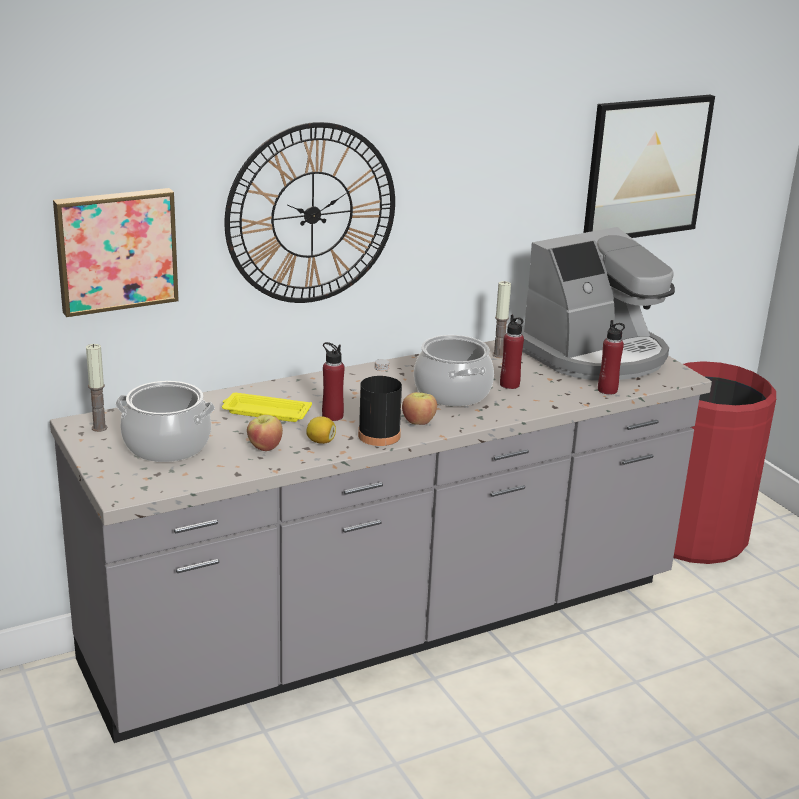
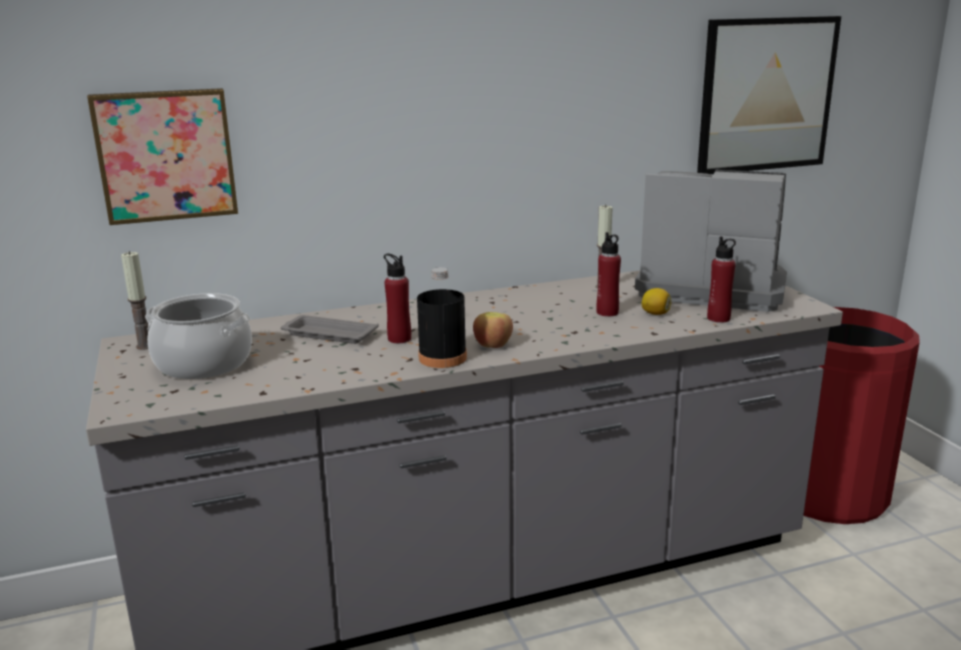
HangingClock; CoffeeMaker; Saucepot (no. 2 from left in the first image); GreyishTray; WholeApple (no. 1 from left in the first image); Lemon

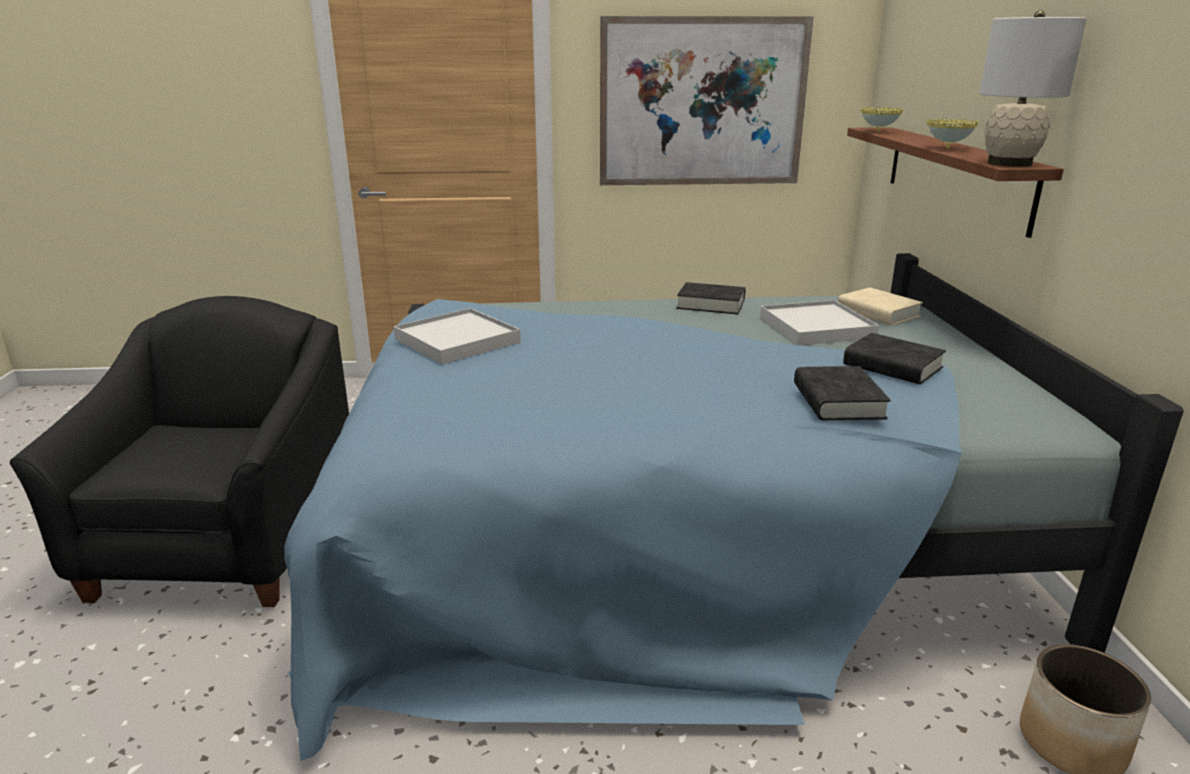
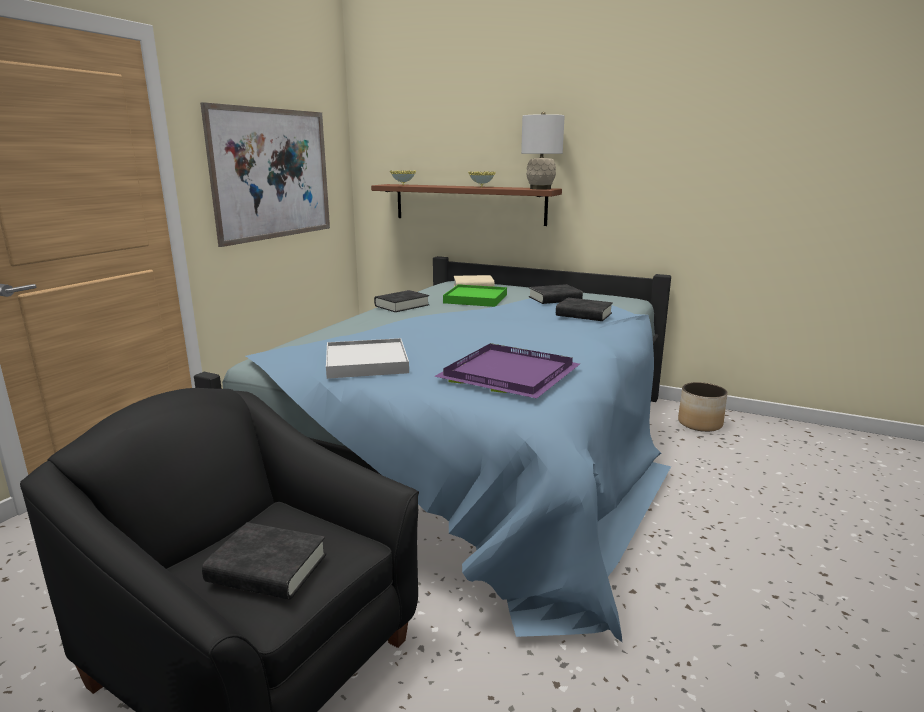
GreenColouredTray; PurplishTray; BlackishVolume (no. 1 from left)

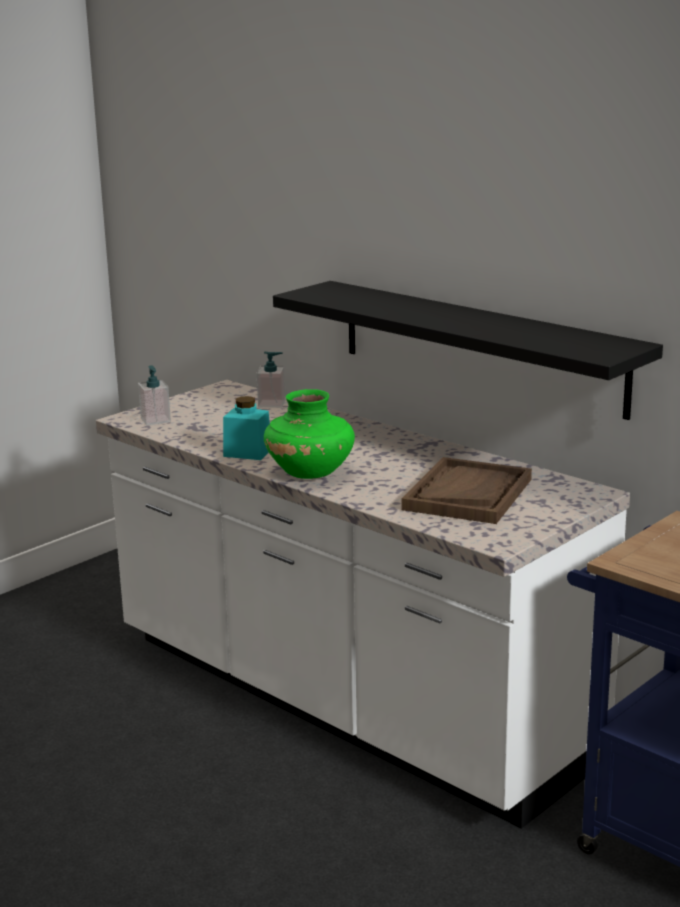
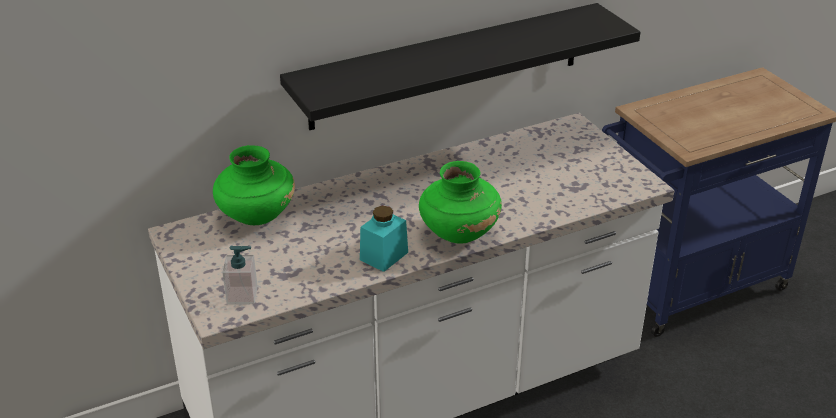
GreenColouredFlowerVase (no. 1 from left); BrownColouredTray

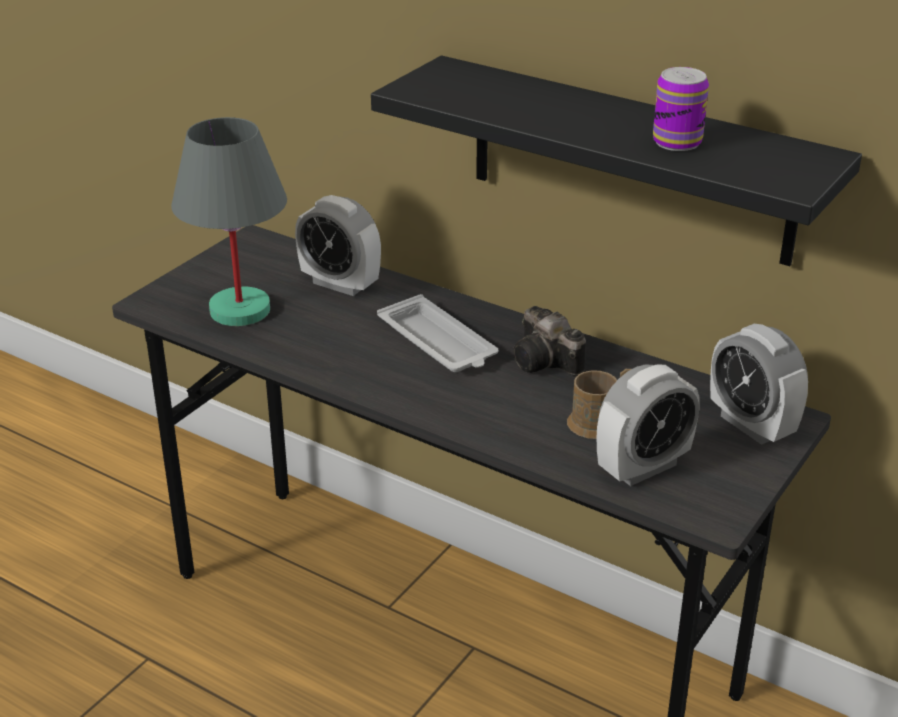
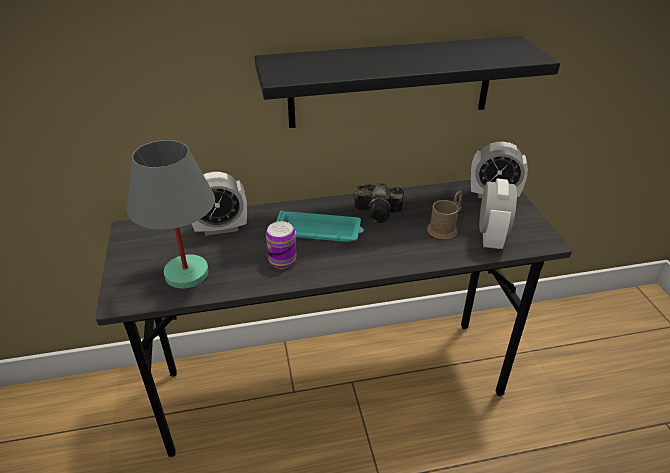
SealedCan; BlueGreenTray

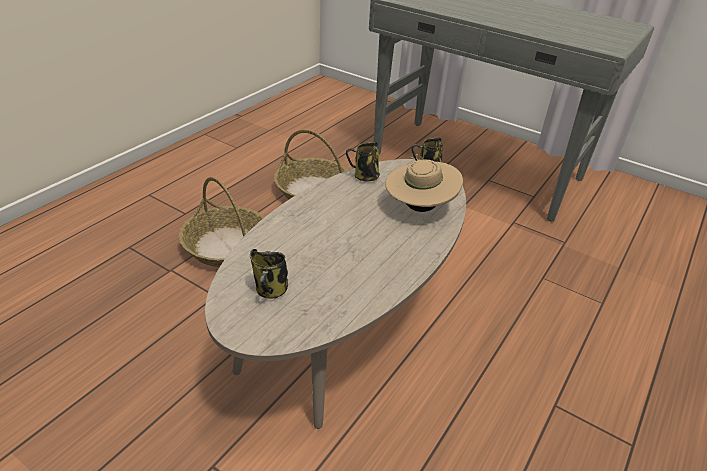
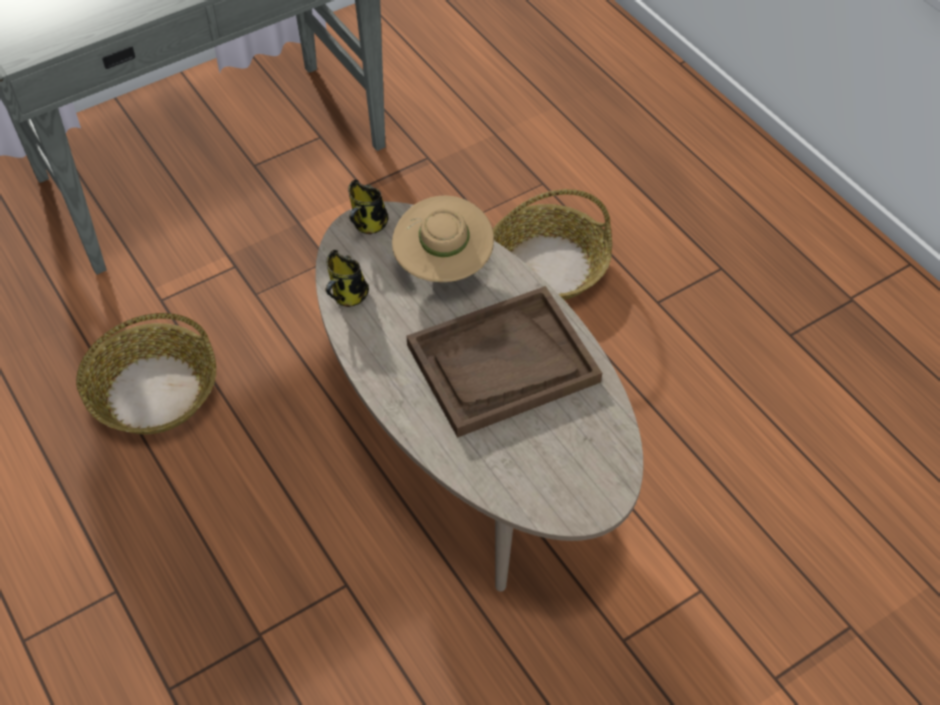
StorageBasket (no. 2 from left); TeaMug (no. 1 from left in the first image); BrownColouredTray

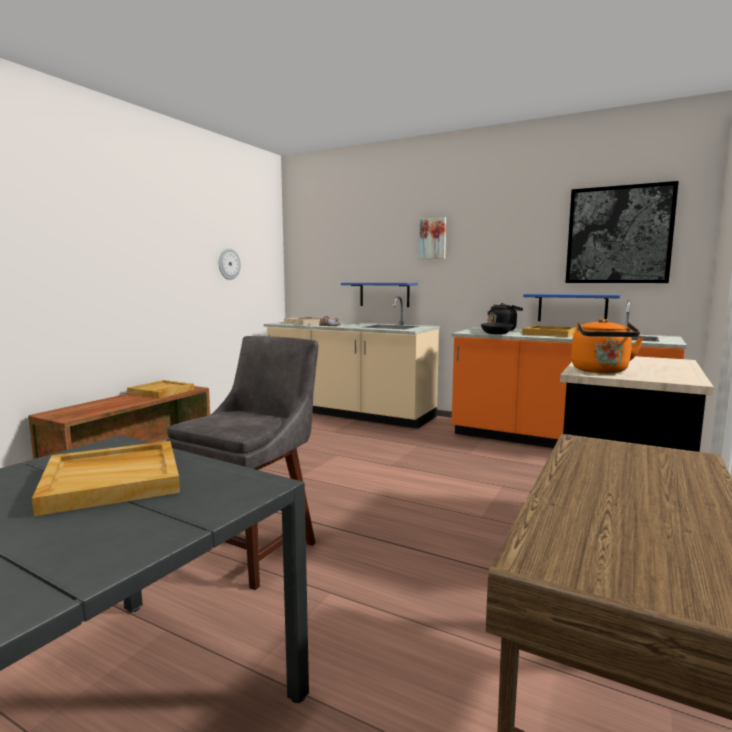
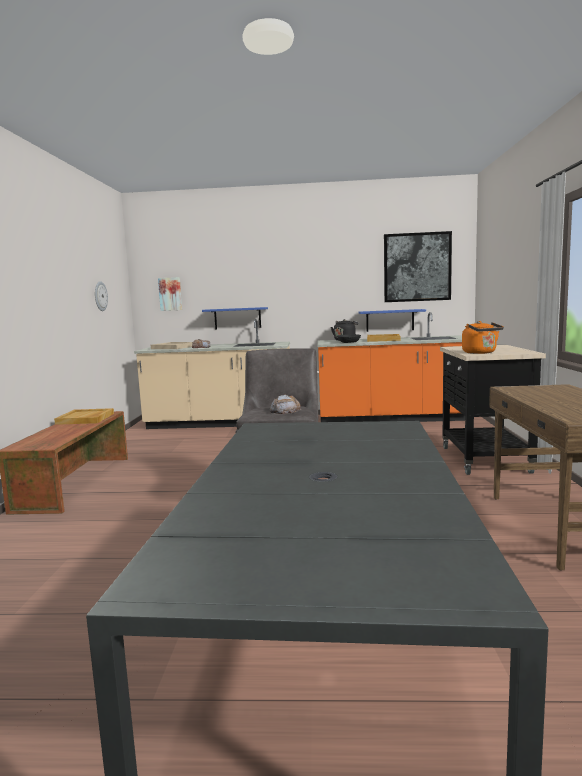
WallArt (no. 1 from left); SandColouredTray (no. 1 from left in the first image); Bread (no. 2 from left)

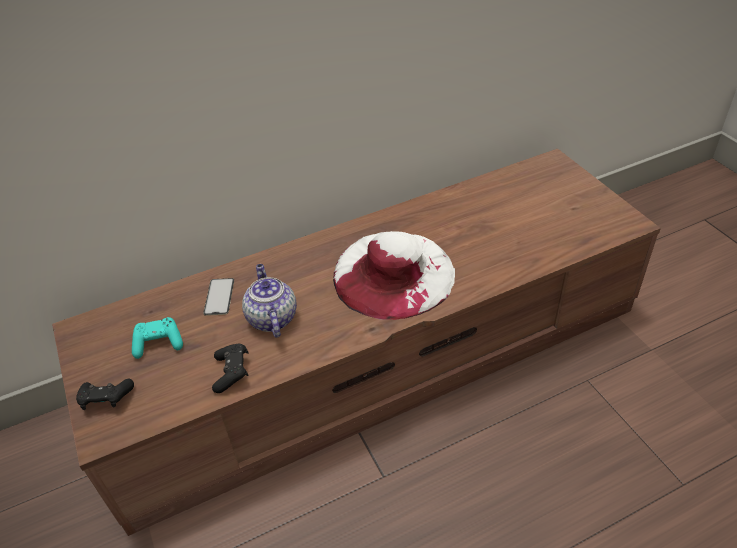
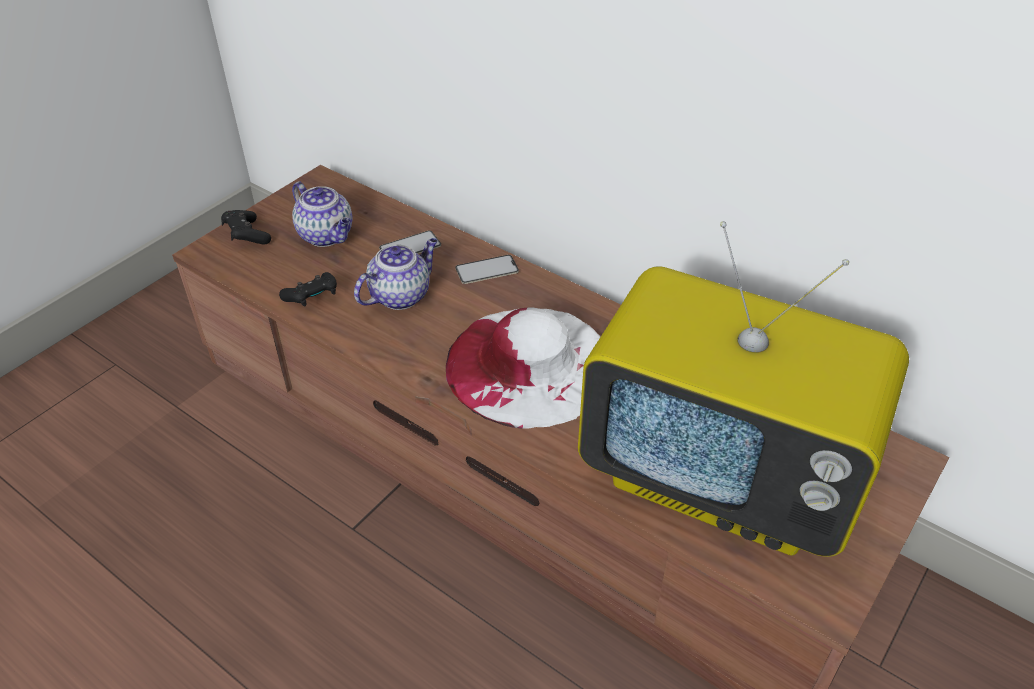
PotForTea (no. 1 from left); TvSet; Telephone (no. 2 from left)

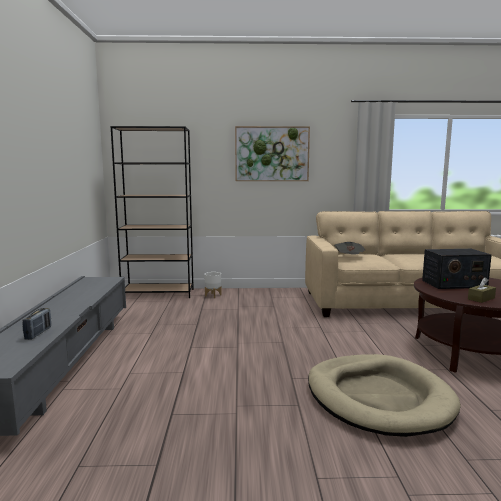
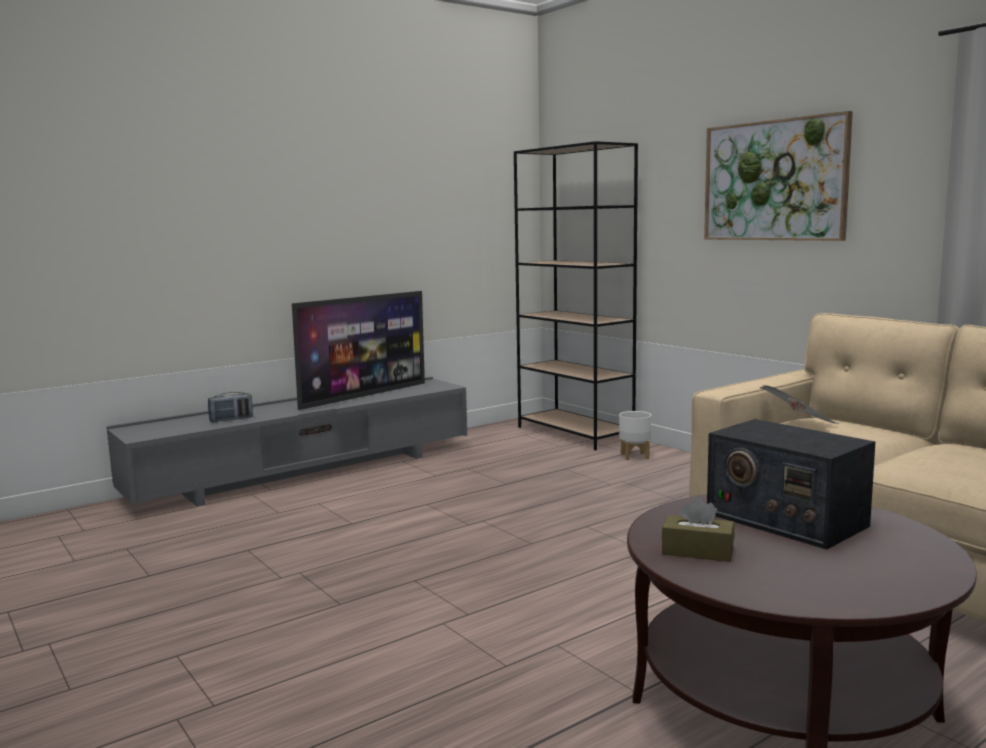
SandColouredDogCushion; TvSet

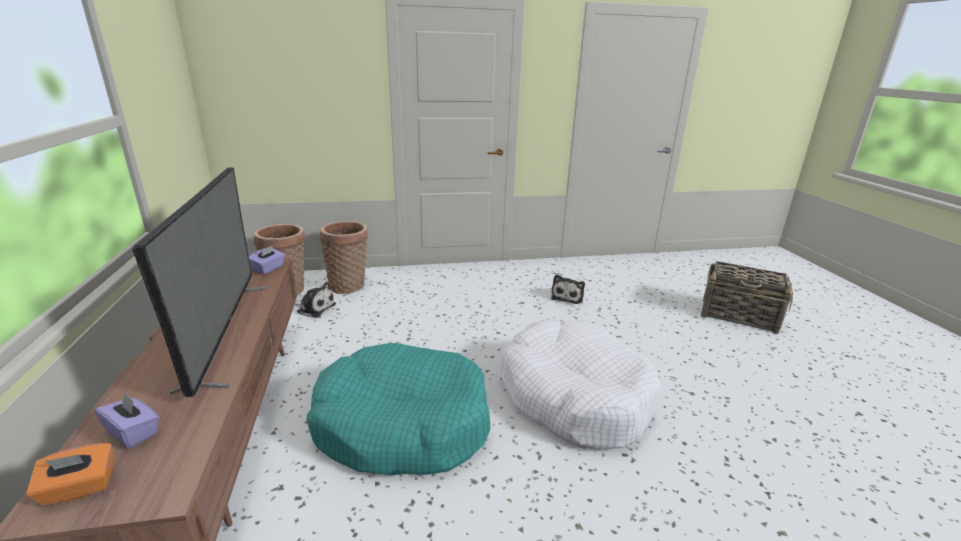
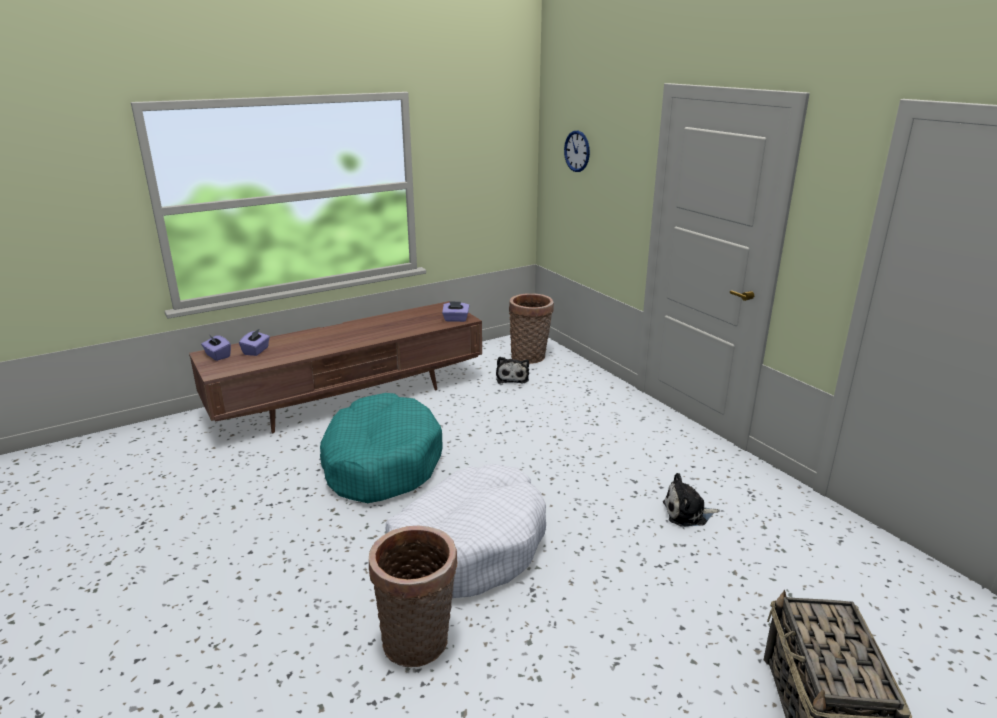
TvSet; StorageBasket (no. 1 from left); PurplishTissueHolder (no. 1 from left); HangingClock

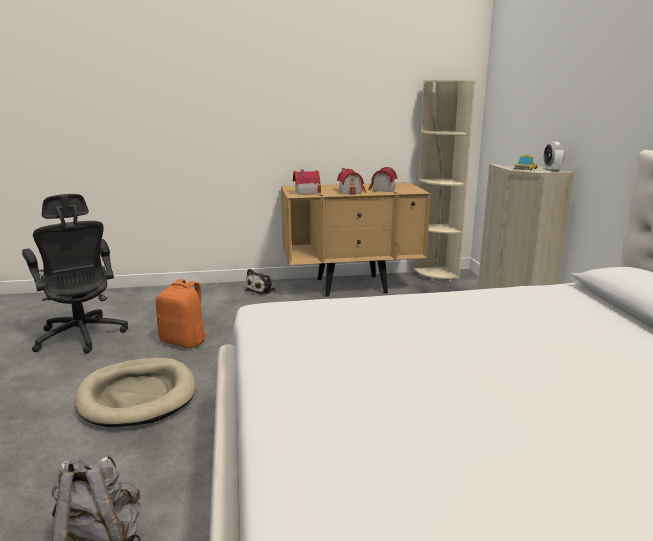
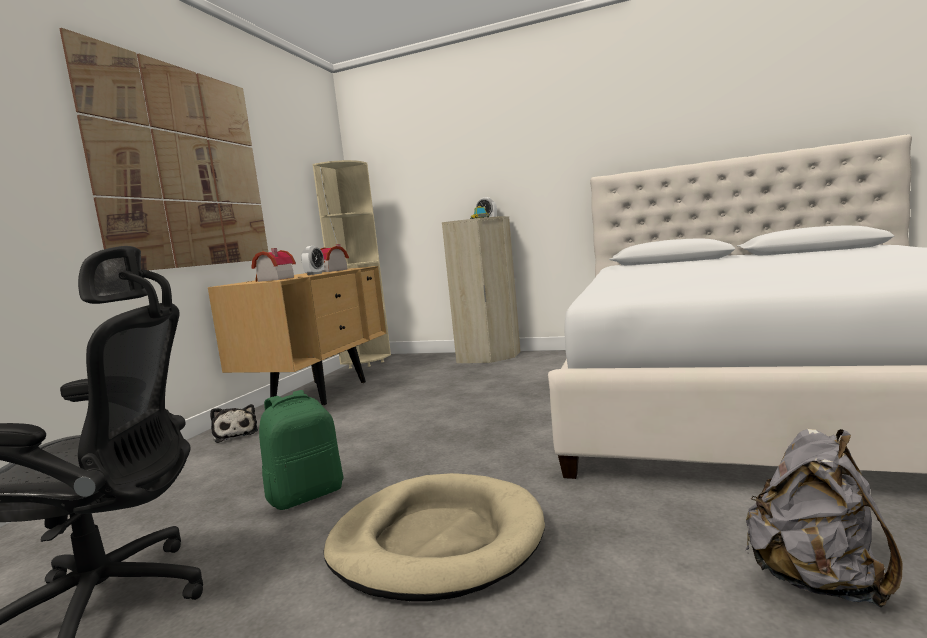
AlarmClock (no. 1 from left); GreenColouredRucksack; WallArt

